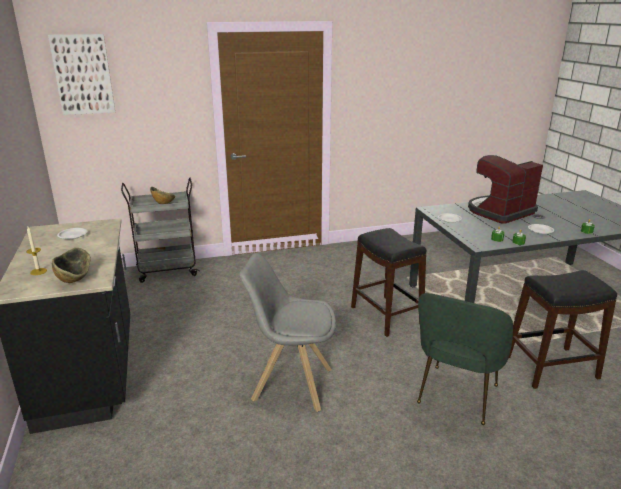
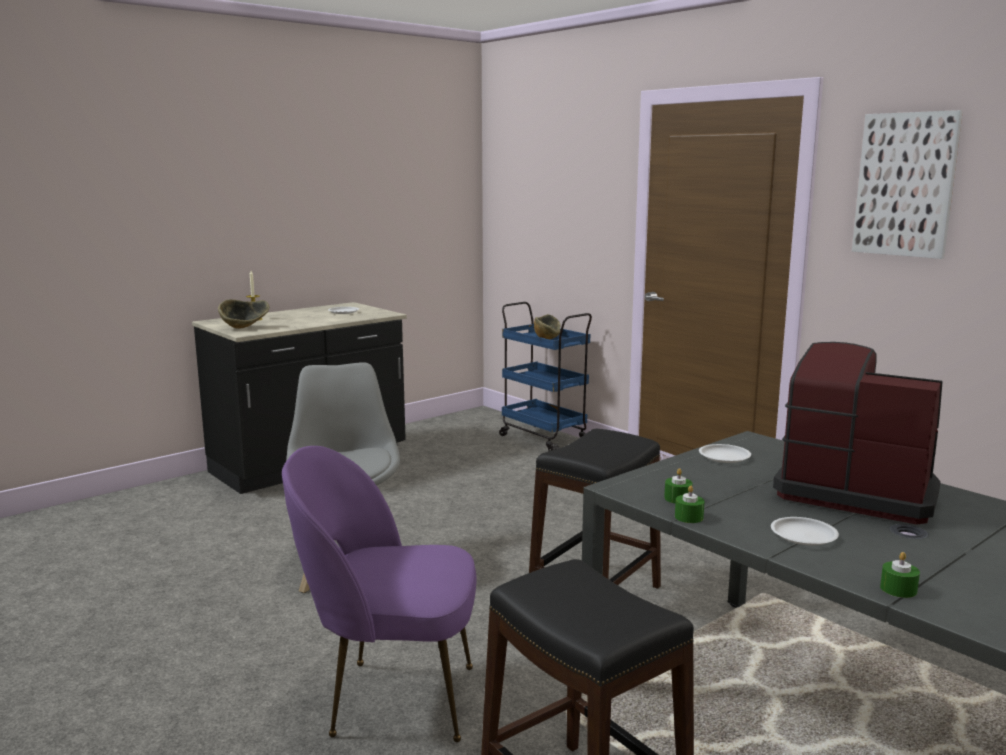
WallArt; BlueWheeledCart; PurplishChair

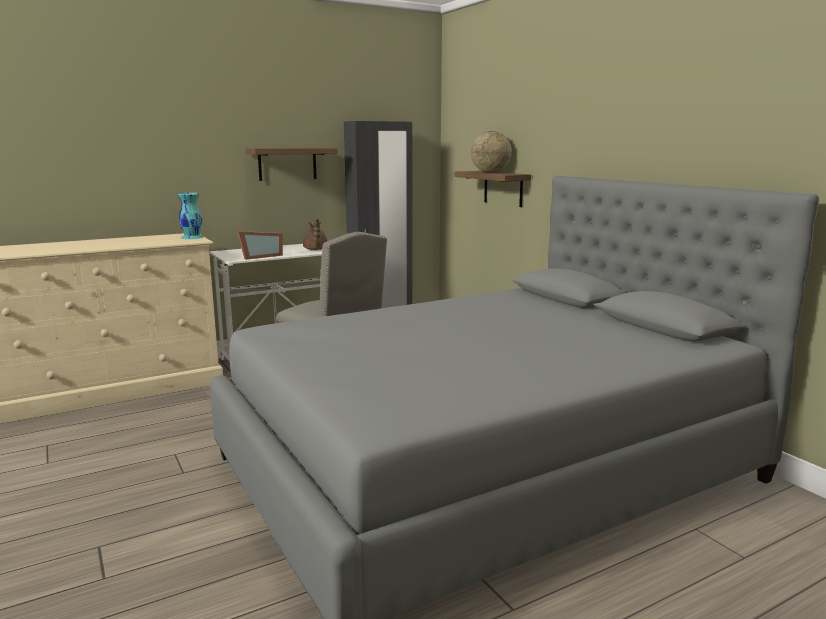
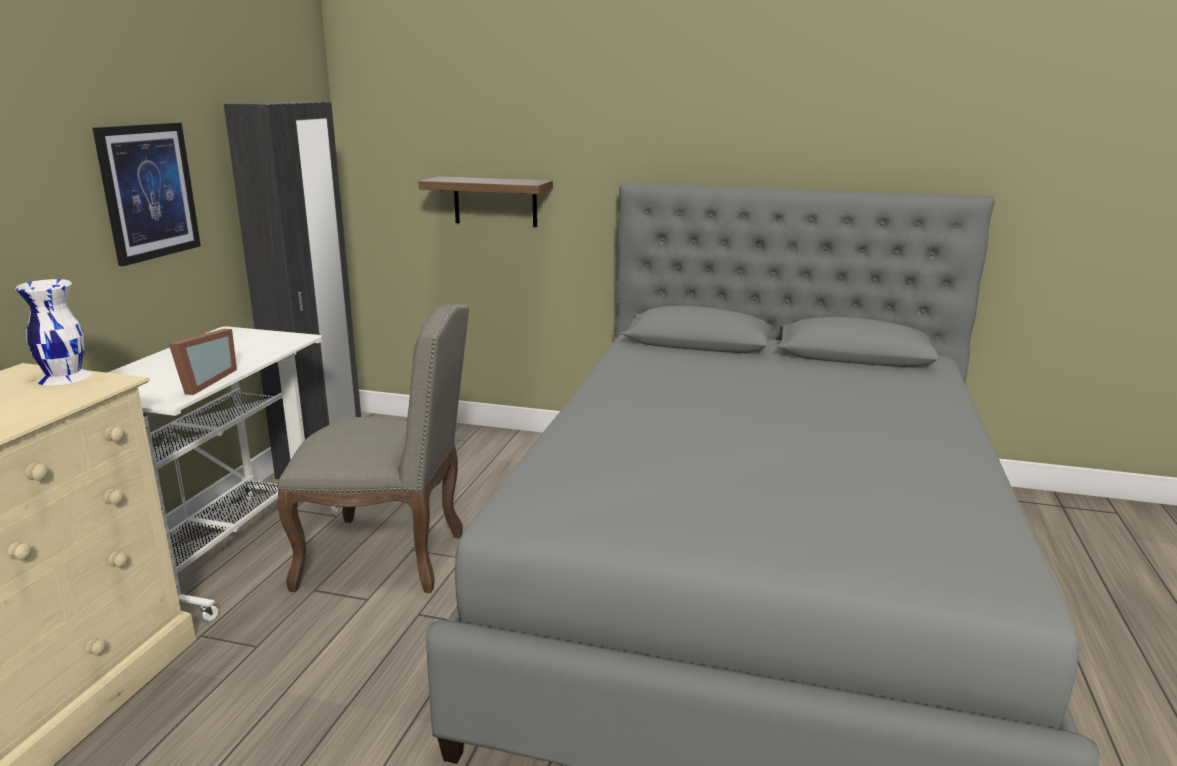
WorldGlobe; WallArt; WhiteFlowerVase; BrownColouredPotForTea

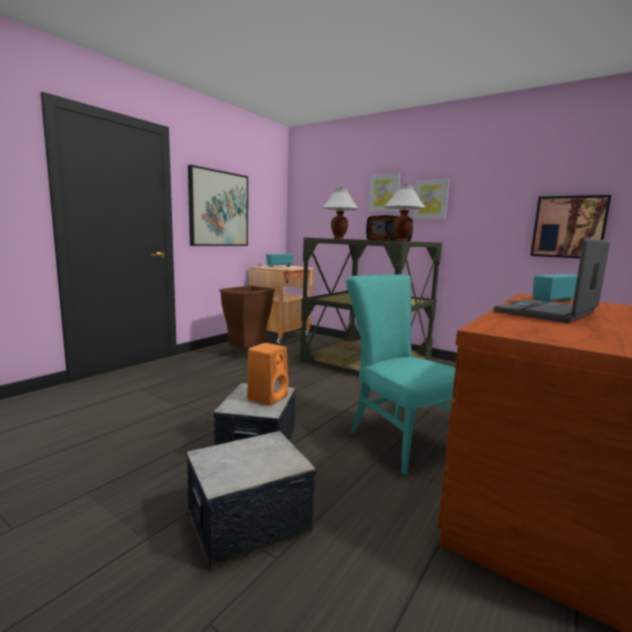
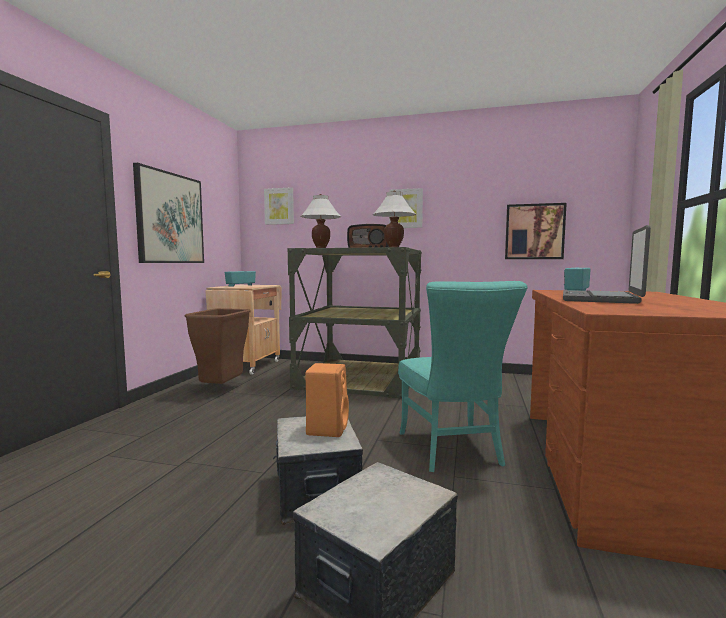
WallArt (no. 2 from left); BlueGreenChair

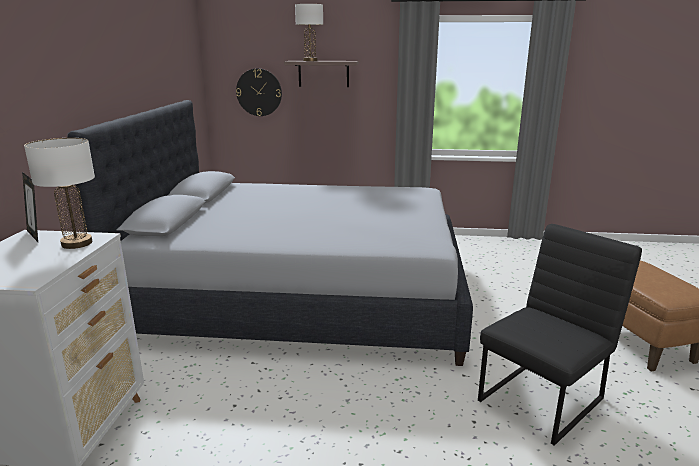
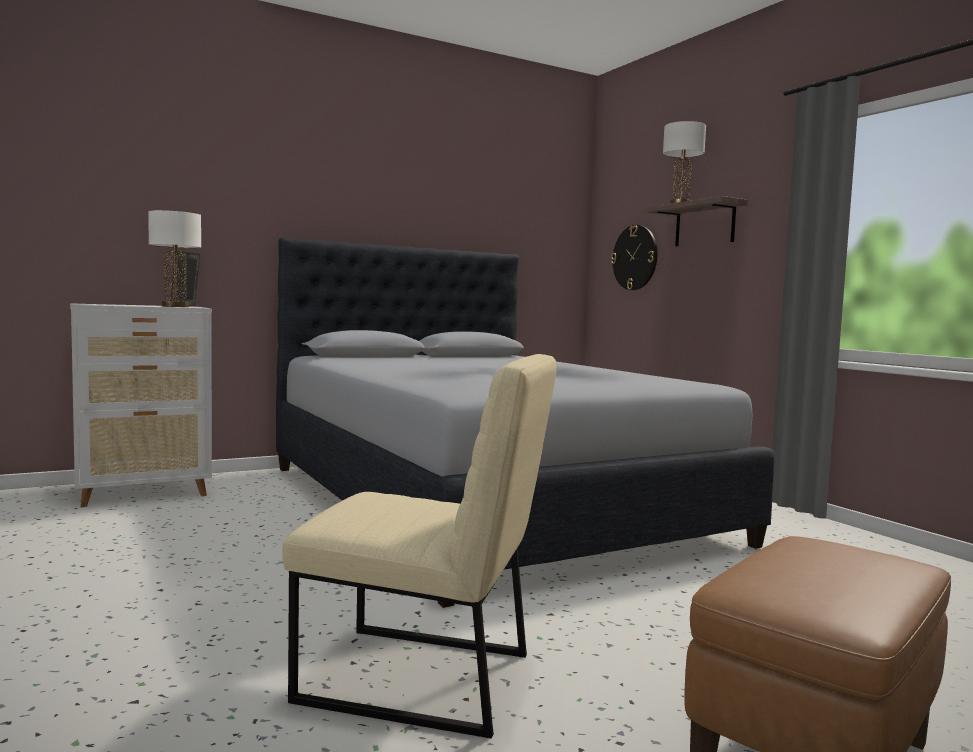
SandColouredChair

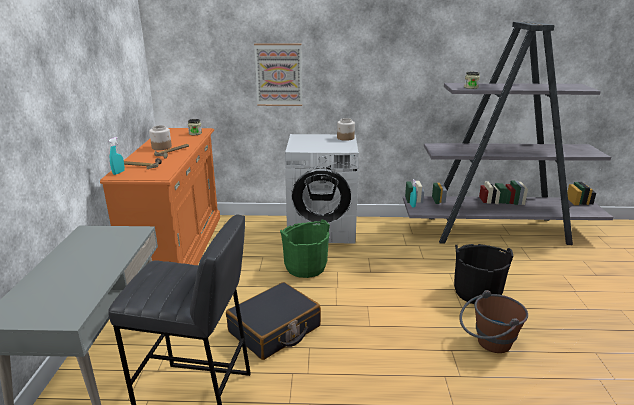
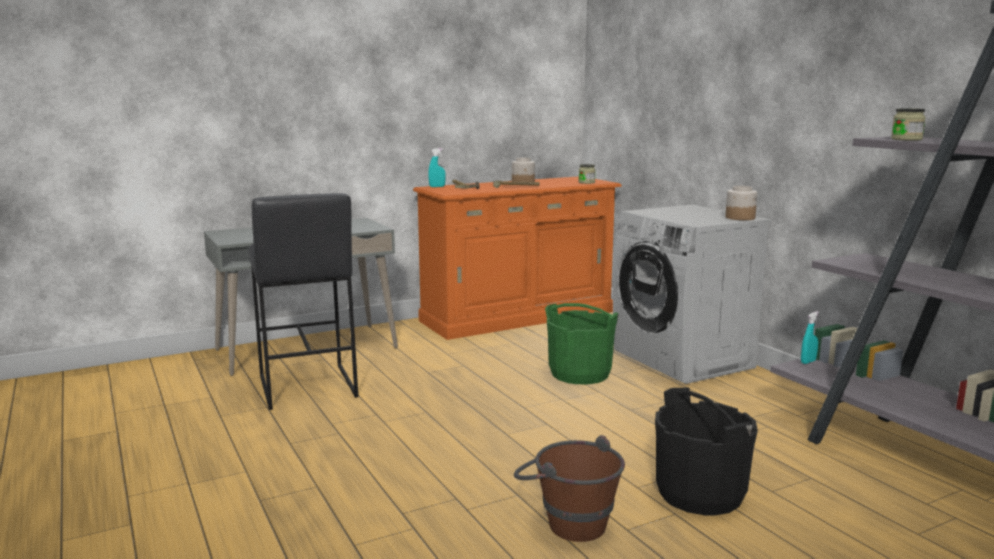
WallArt; BlackishTravelCase

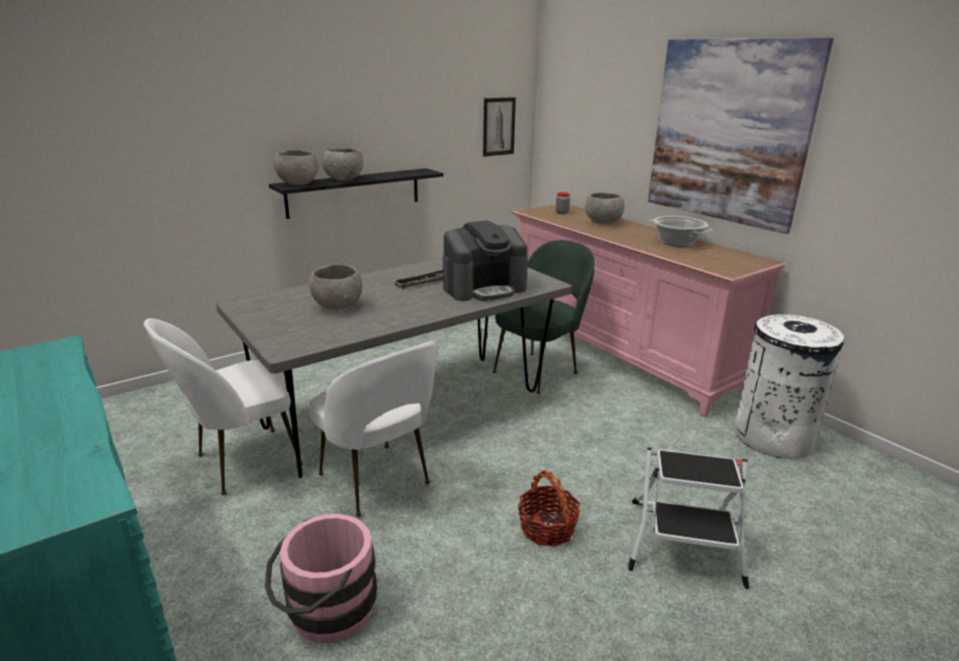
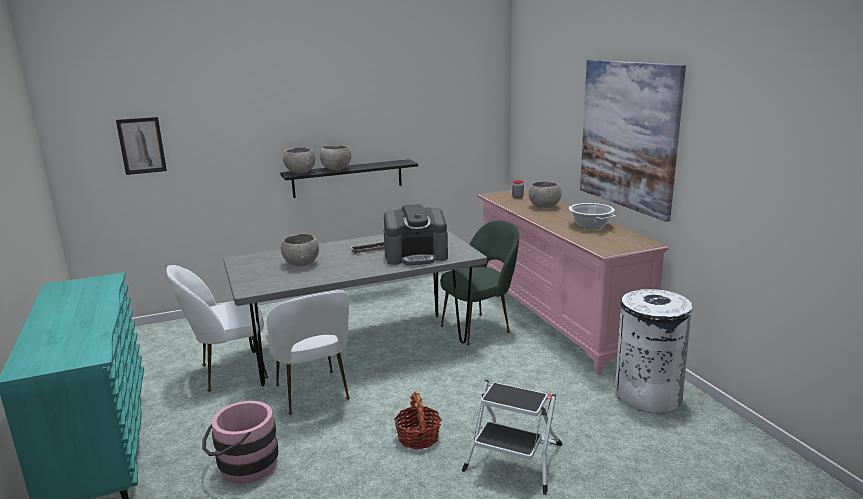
WallArt (no. 1 from left)

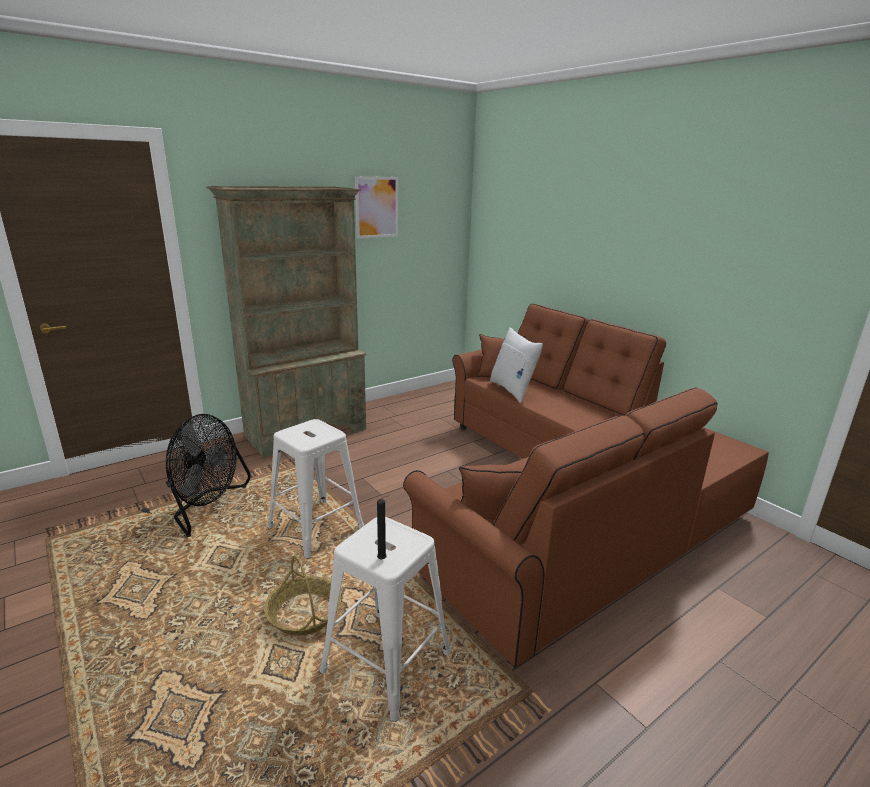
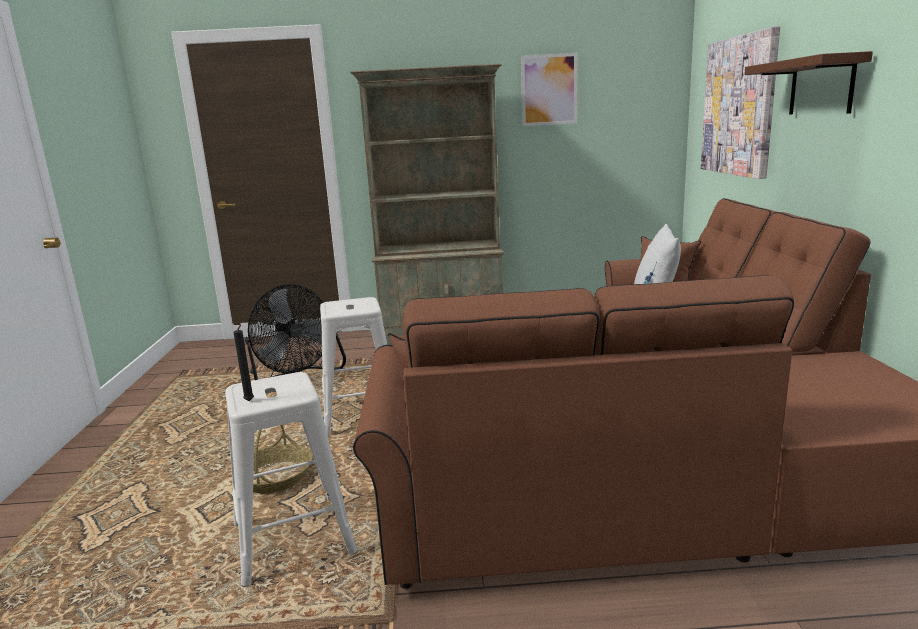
WallArt (no. 2 from left); BrownColouredWallShelf

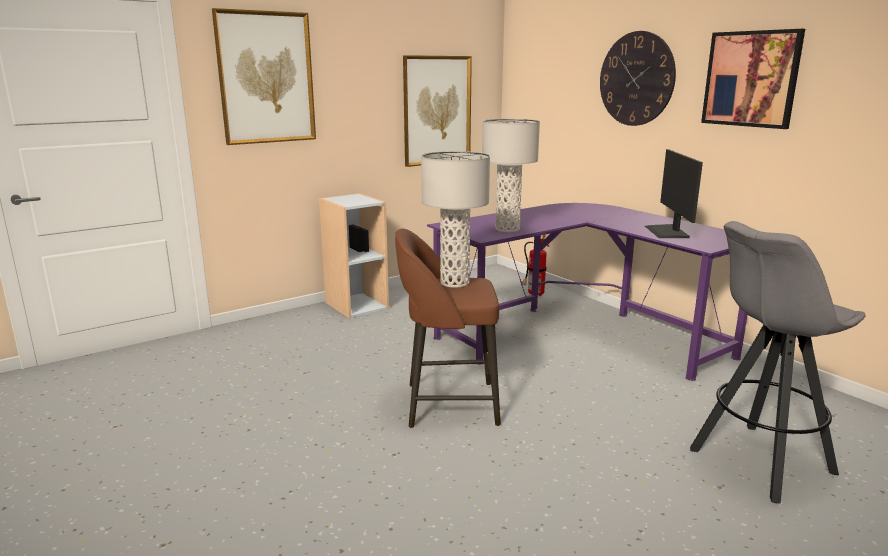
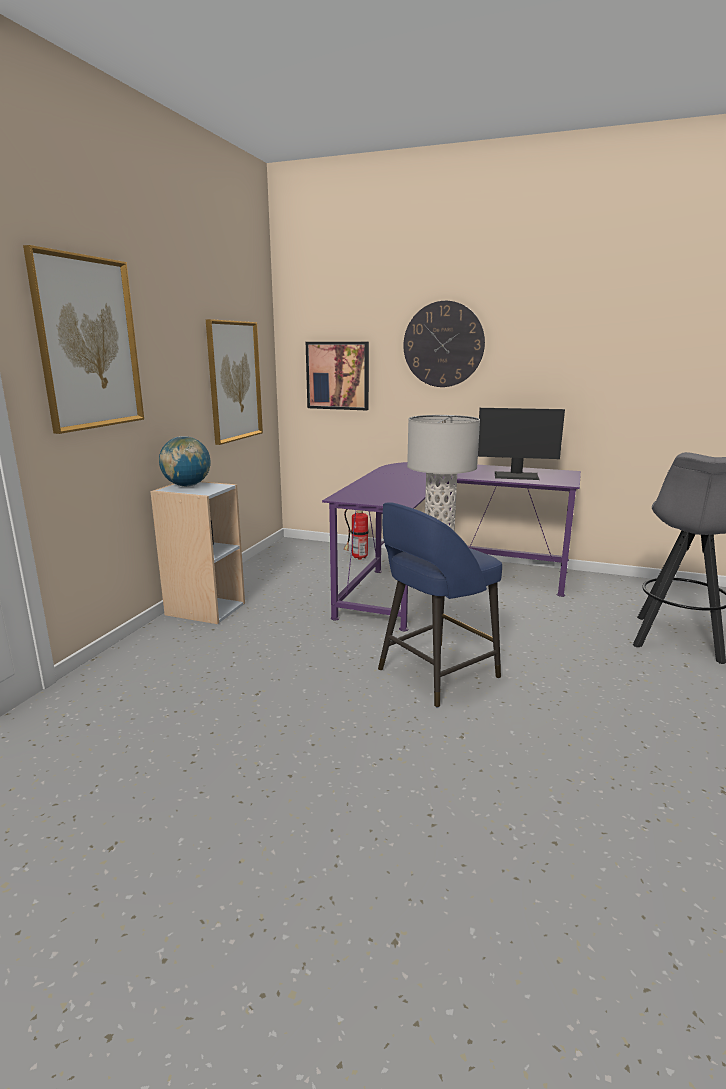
WallArt (no. 3 from left); WhiteTableLamp (no. 2 from left in the first image); ComputerScreen; BlueStool; WorldGlobe

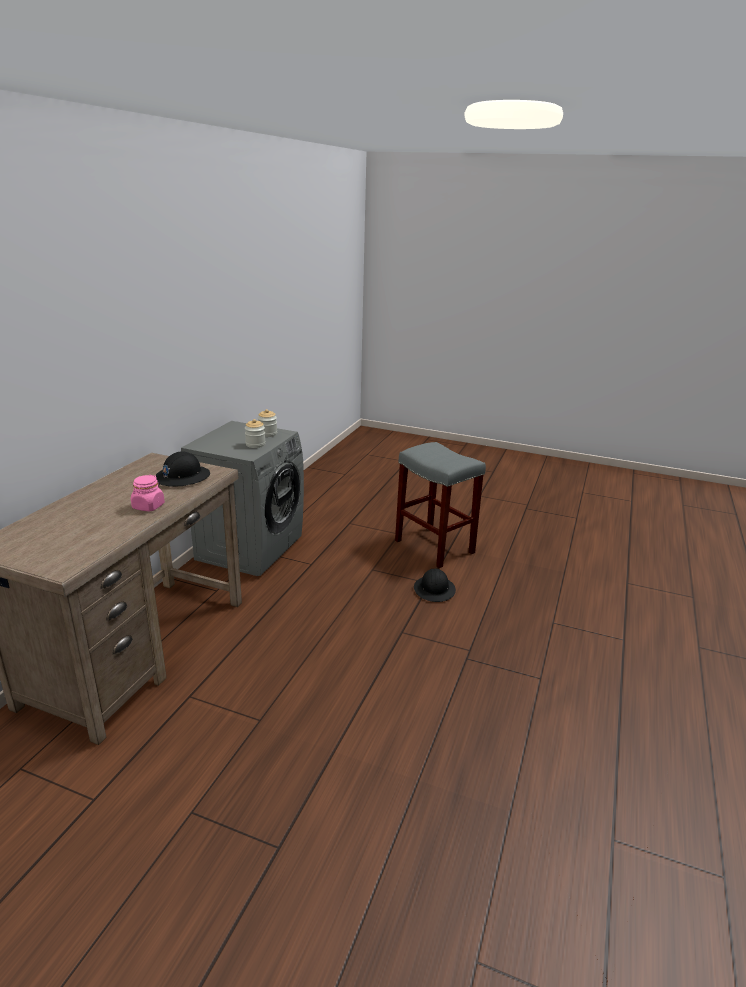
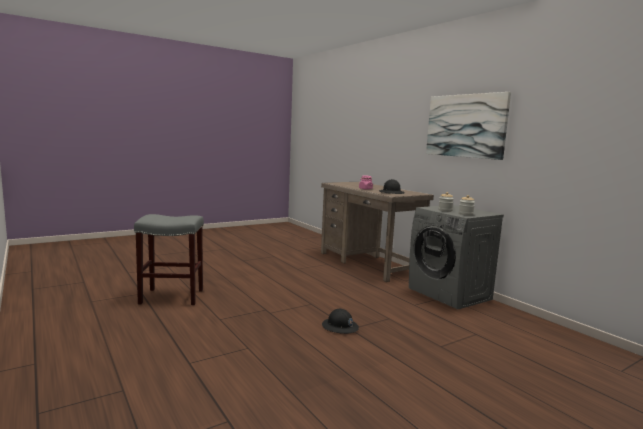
GreyishStool; WallArt

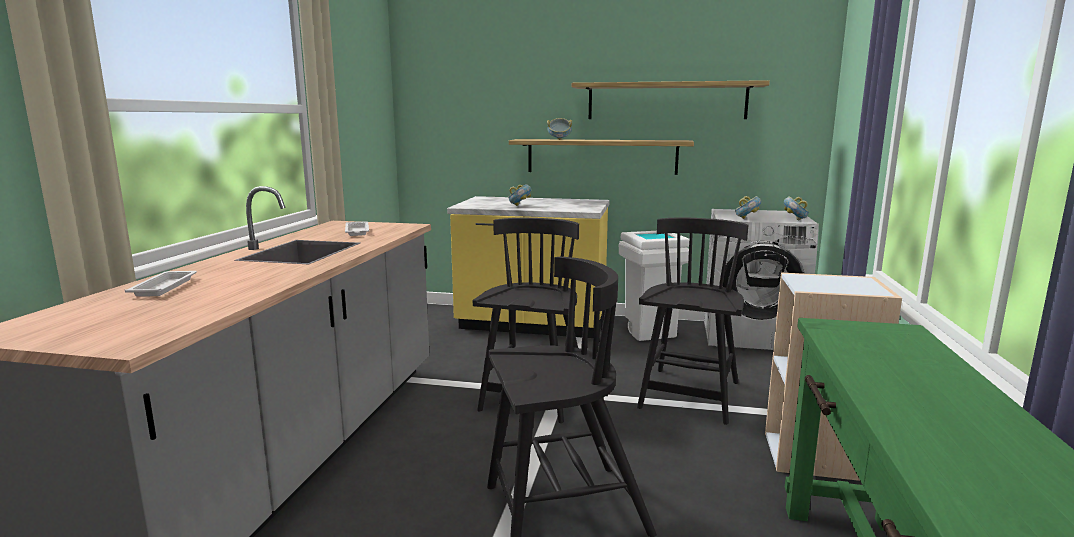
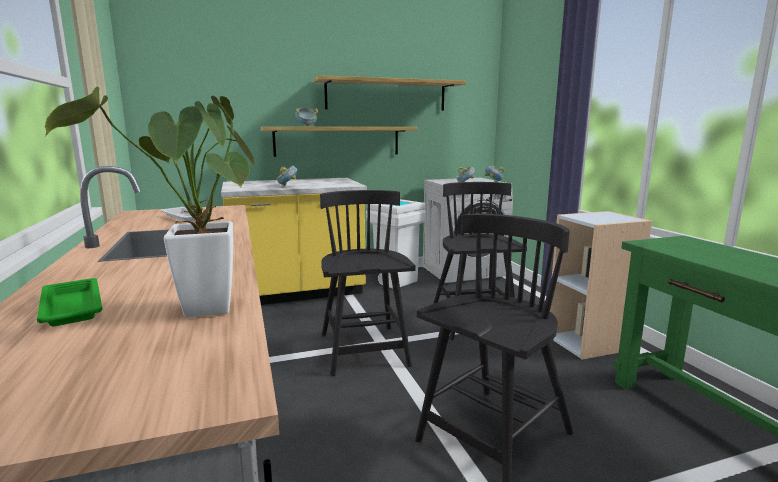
GreenColouredTray; Houseplant

